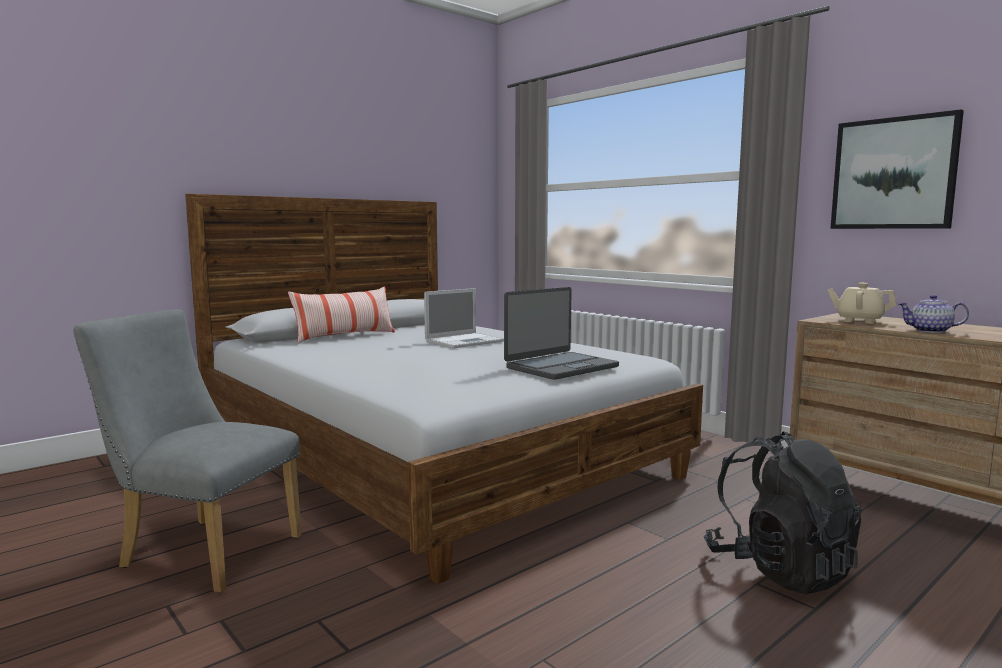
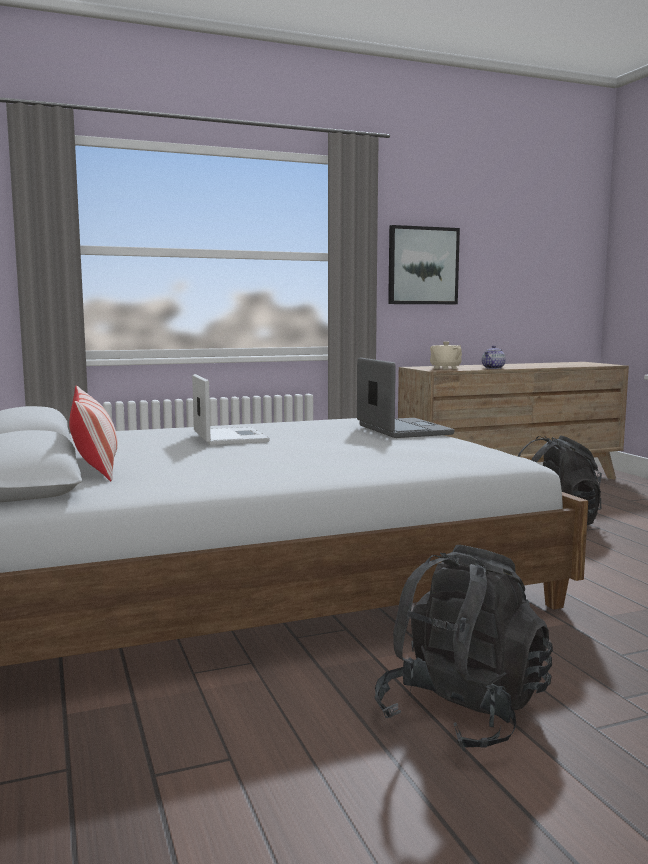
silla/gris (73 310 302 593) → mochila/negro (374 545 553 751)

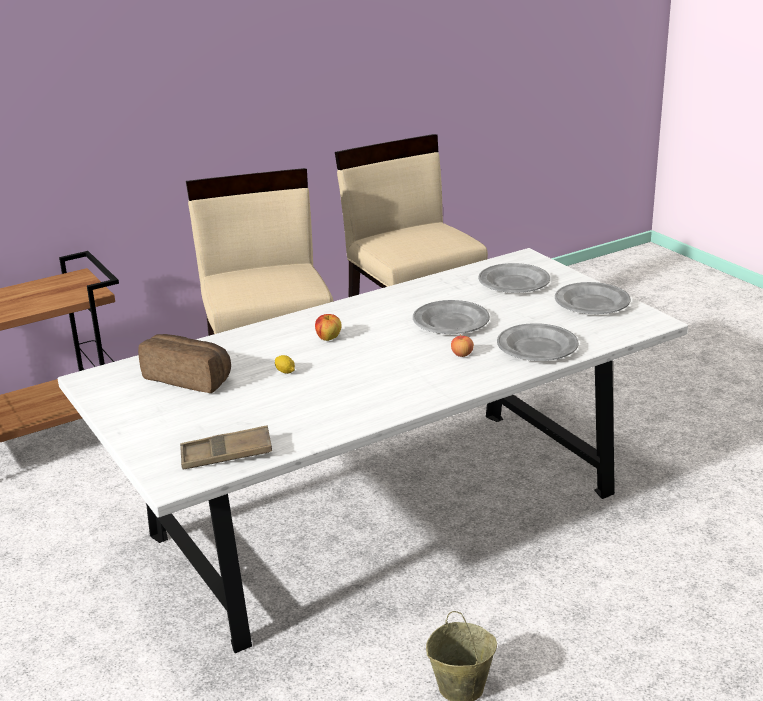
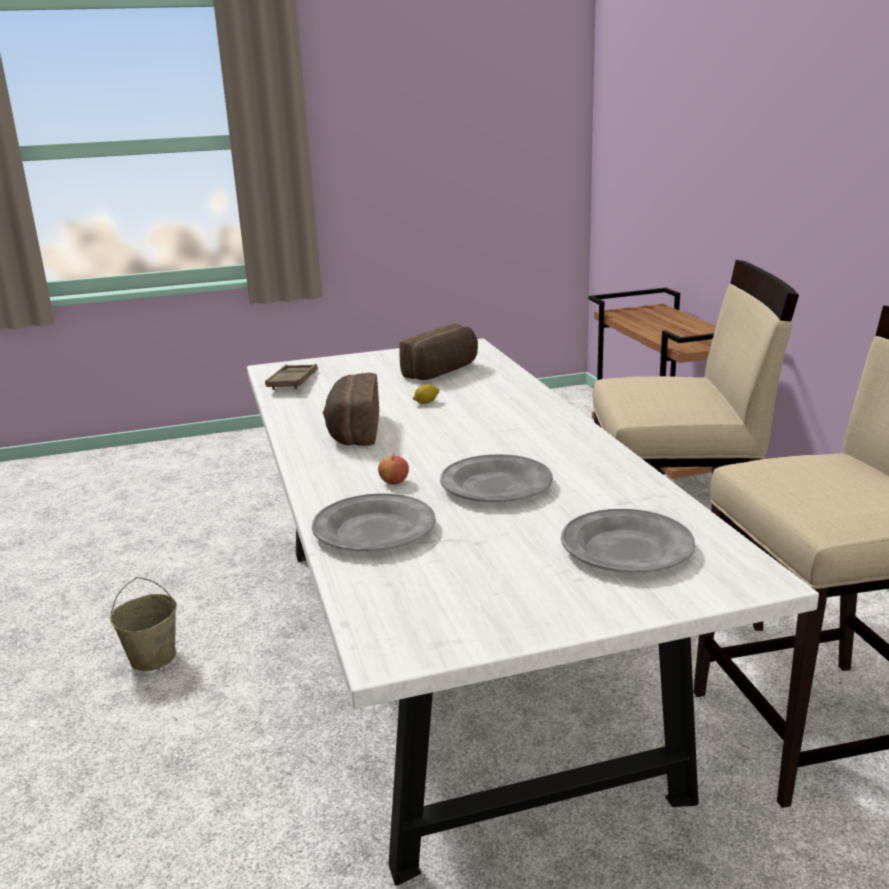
manzana (315 314 341 341) → -
plato/gris (555 282 631 314) → -
- → pan (323 373 379 446)

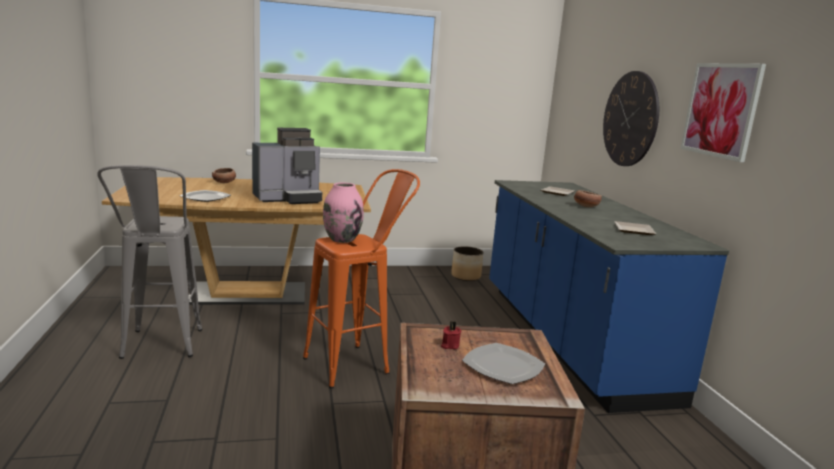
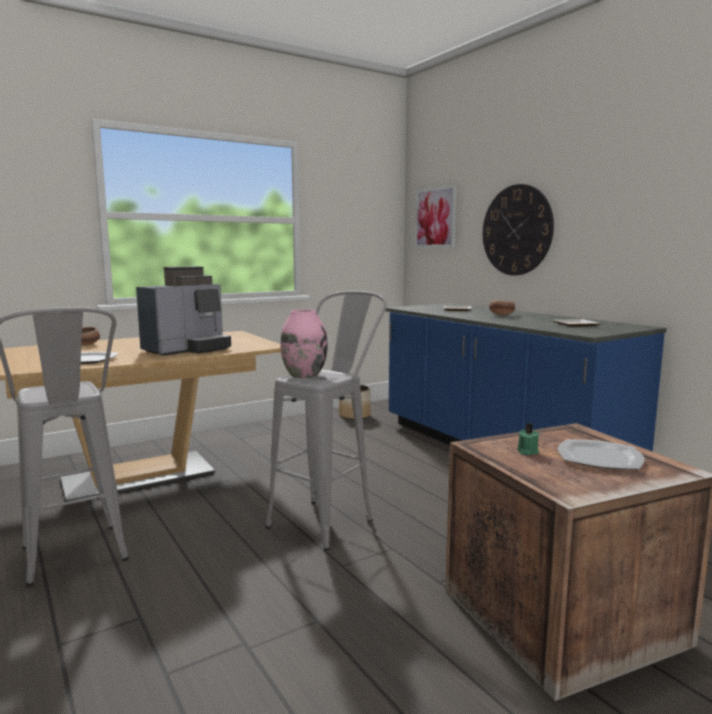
taburete/naranja (303 169 420 389) → taburete/gris (265 291 387 551)
vela/rojo (441 321 461 349) → vela/verde (517 423 540 455)
cuadro (680 63 766 162) → cuadro (415 185 457 247), move

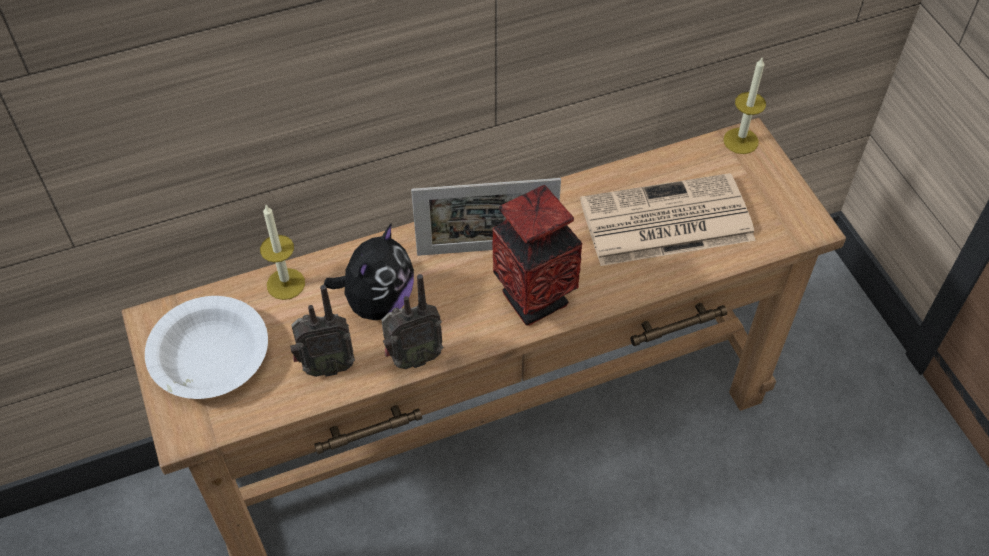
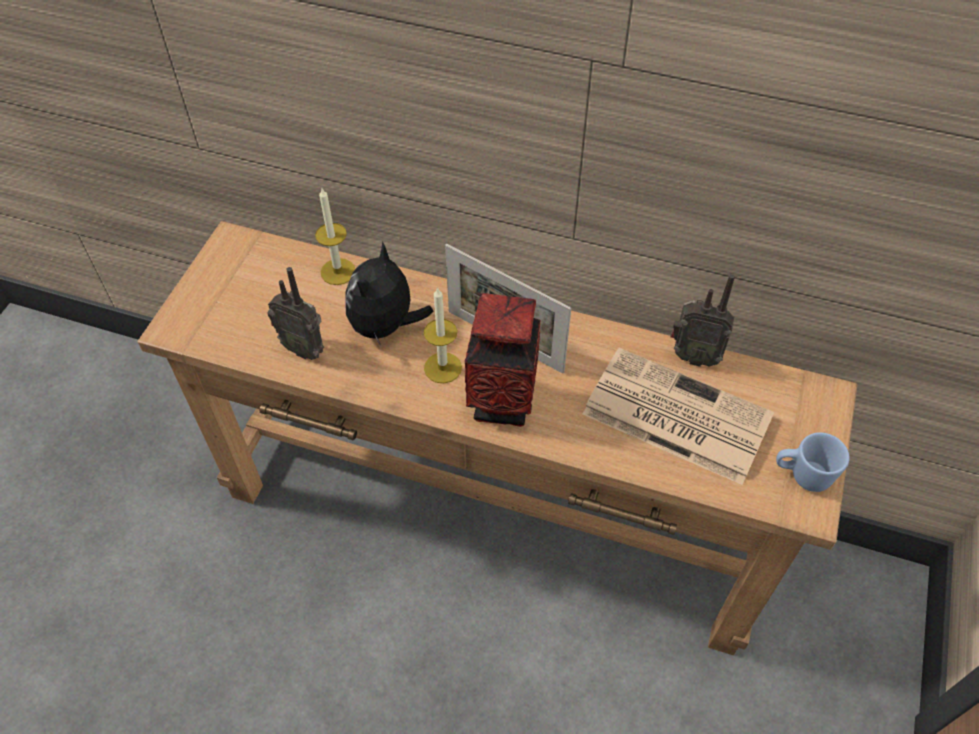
cuenco/blanco (145 296 268 399) → -
peluche (324 223 414 320) → peluche (345 241 434 346), 135 degrees clockwise
radio (381 274 443 369) → radio (671 274 735 367), move
vela (724 58 766 154) → vela (424 287 462 383), move
- → taza grande/azul (776 432 850 492)

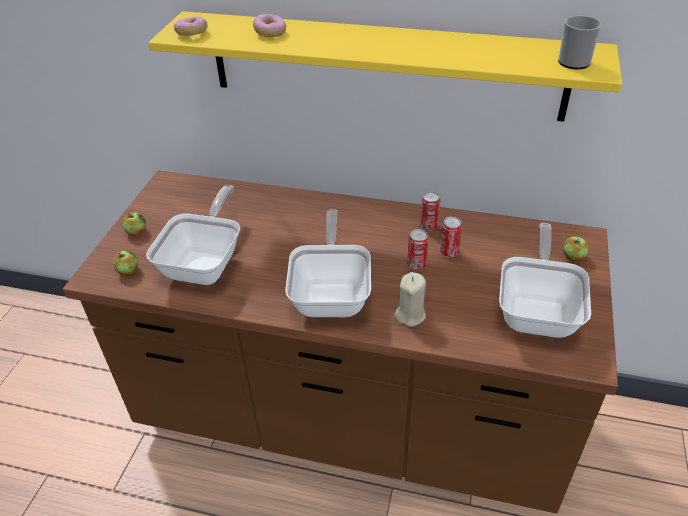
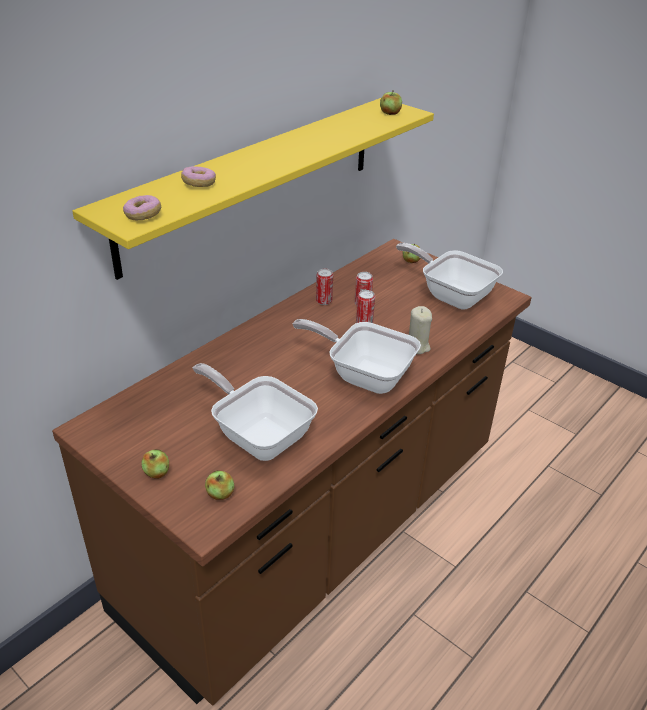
taza grande (558 16 602 69) → manzana (380 90 402 115)

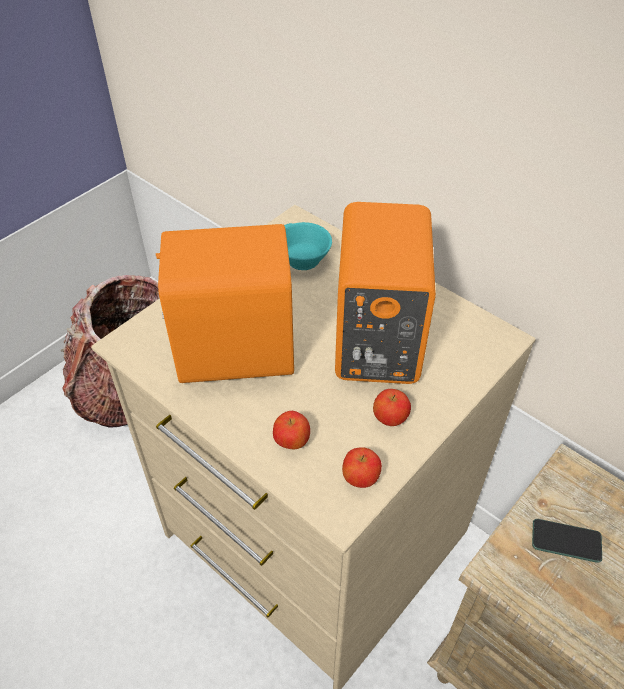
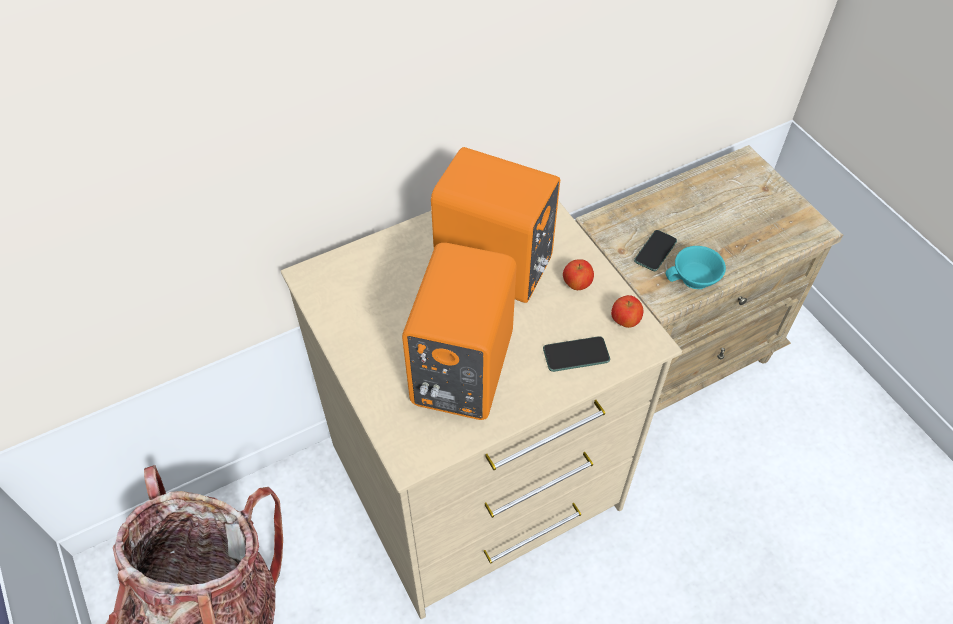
manzana (273 411 310 449) → móvil (543 336 610 372)
taza/turquesa (284 222 332 270) → taza/turquesa (666 246 726 289), move

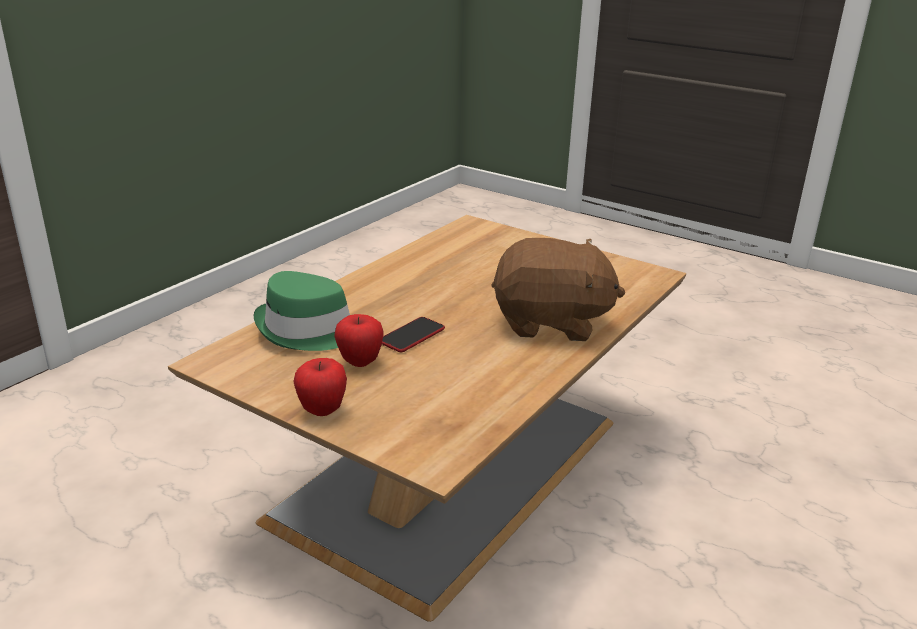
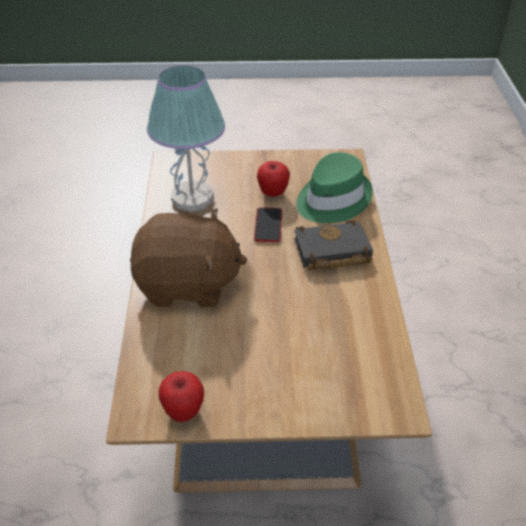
manzana (293 358 347 416) → manzana (158 371 204 422), move
peluche/marrón (491 238 625 341) → peluche/marrón (130 208 247 307), 150 degrees counterclockwise
- → lámpara de mesa (147 66 225 212)
- → libro/negro (294 220 373 270)

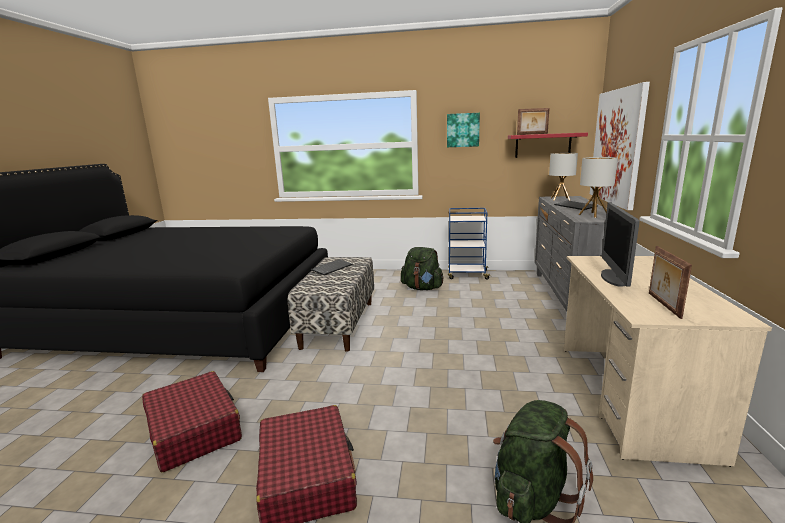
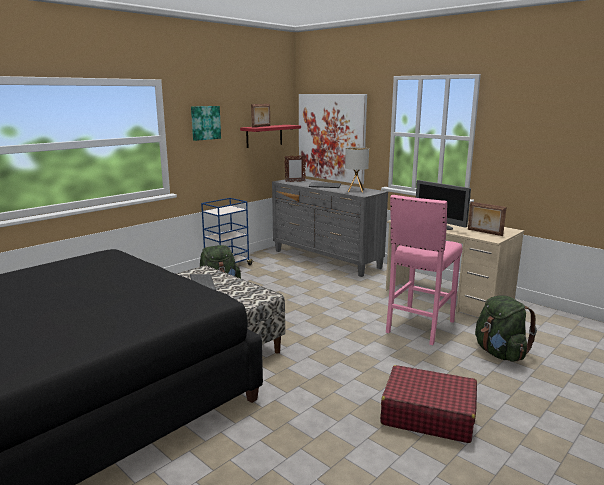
maleta/rojo (142 371 242 472) → -
lámpara de mesa (549 153 578 201) → portarretratos (285 155 306 182)
- → taburete/rosa (386 195 462 345)

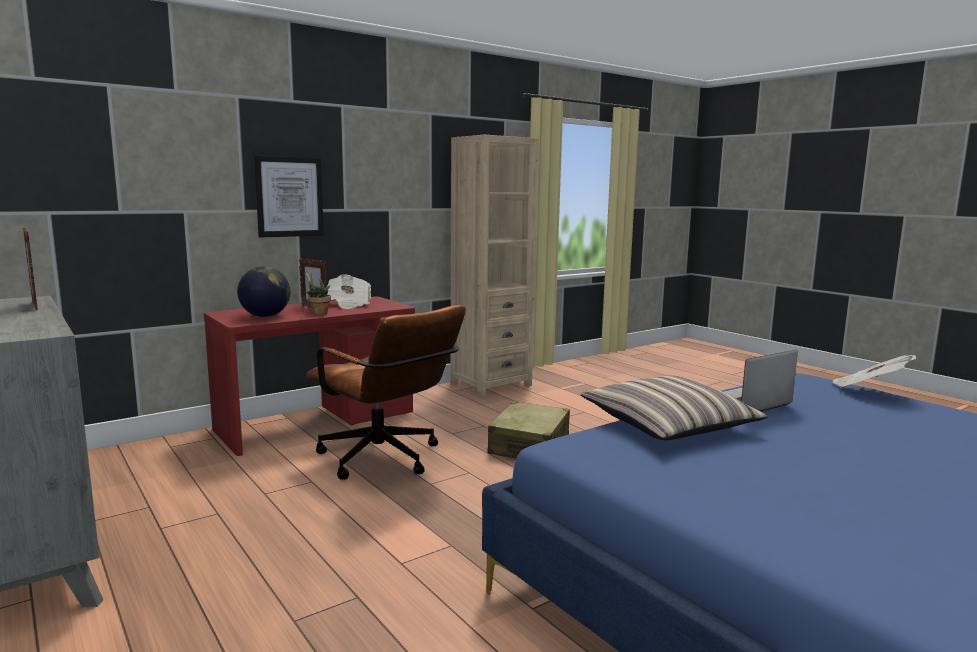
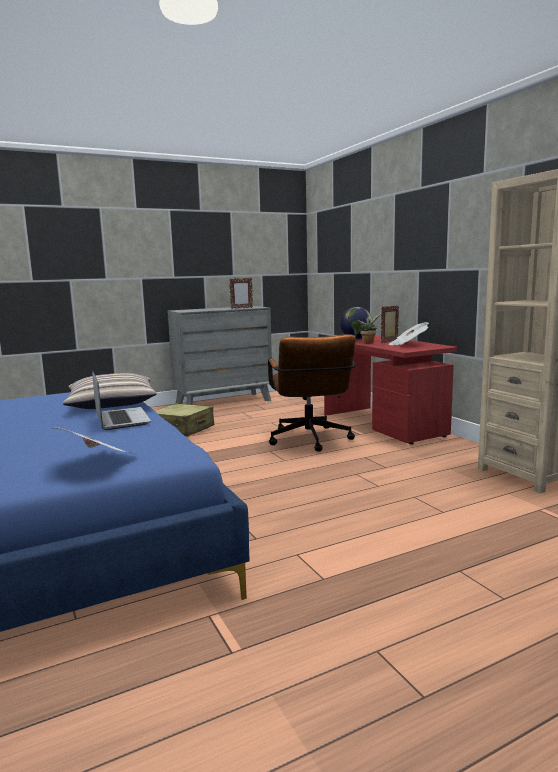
cuadro (254 156 324 238) → -
silla de oficina/marrón (306 305 466 480) → silla de oficina/marrón (268 334 356 452), 60 degrees counterclockwise
maleta/beis (488 401 570 458) → maleta/beis (155 403 214 436), move

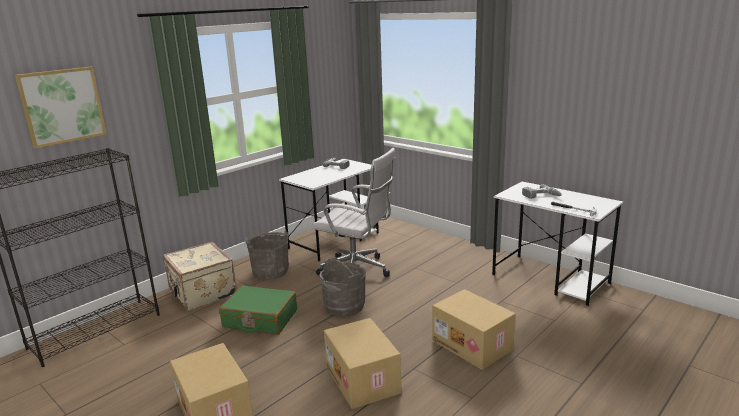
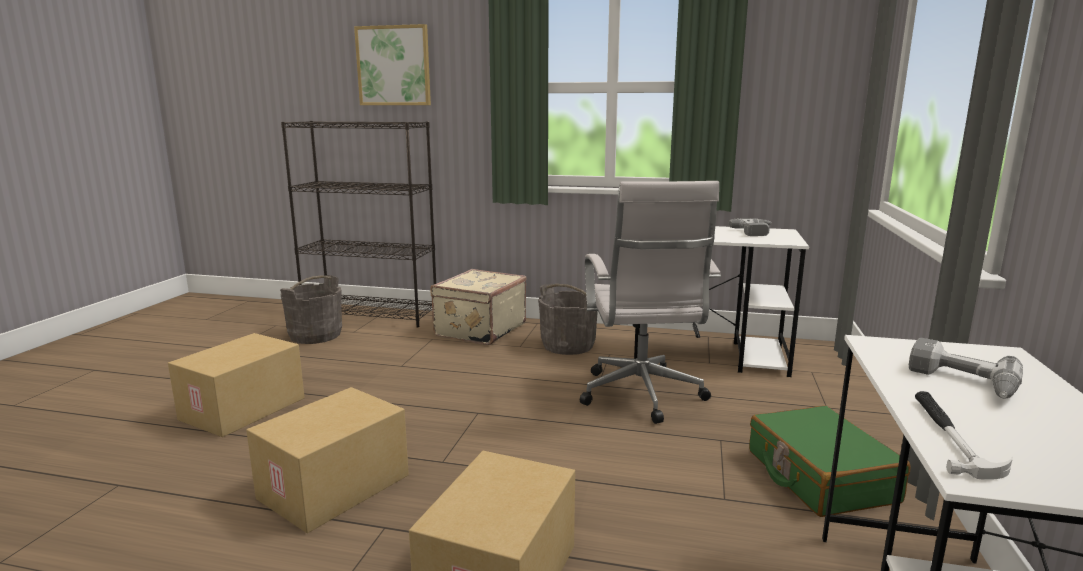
maleta/verde (219 285 297 335) → maleta/verde (749 406 911 517), move
cubo/gris (319 257 366 316) → cubo/gris (280 275 342 344), move

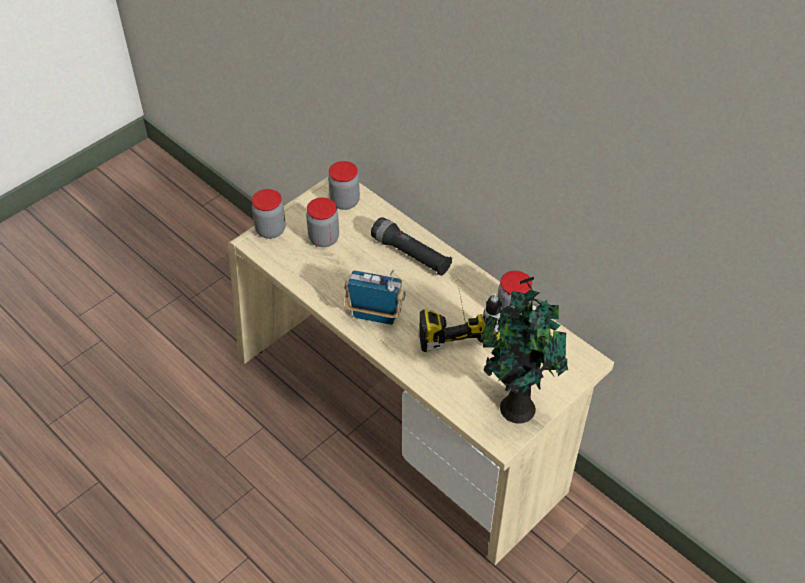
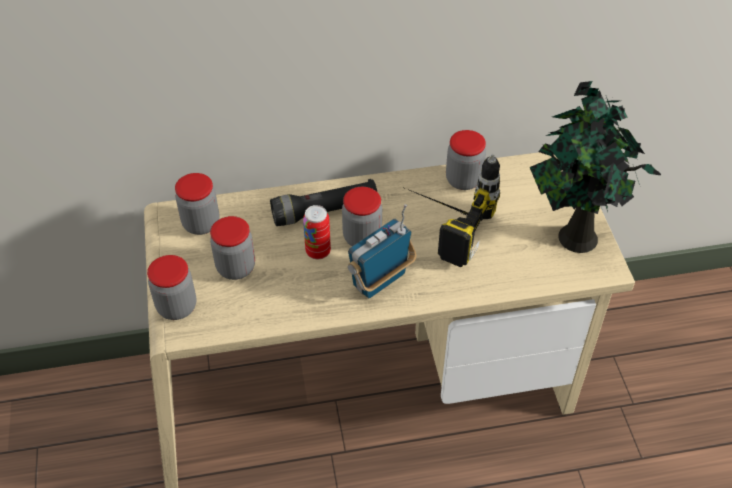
- → lata (303 205 331 259)
- → tarro (342 187 382 246)

